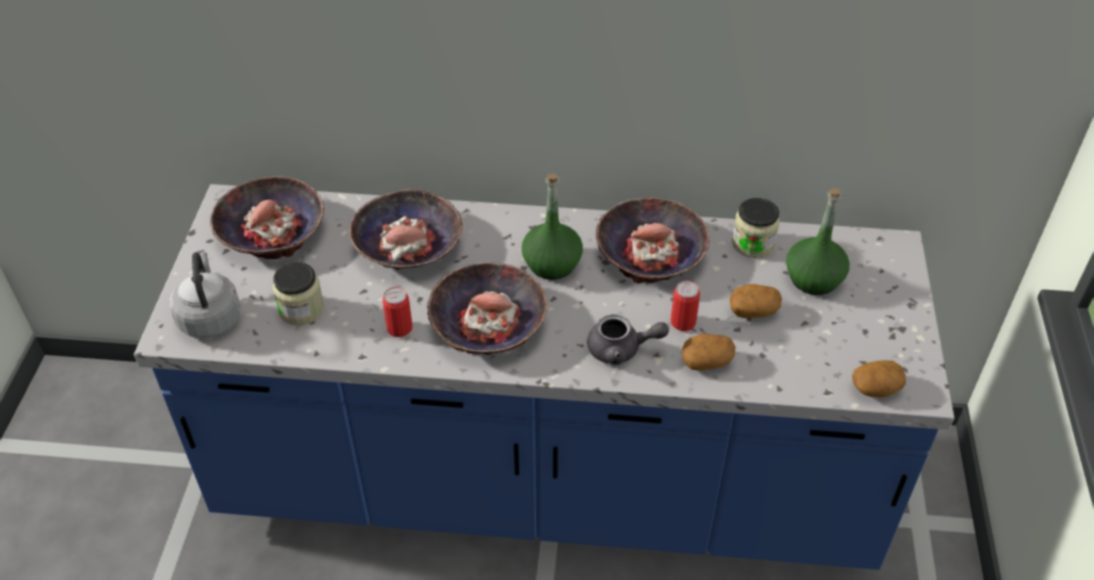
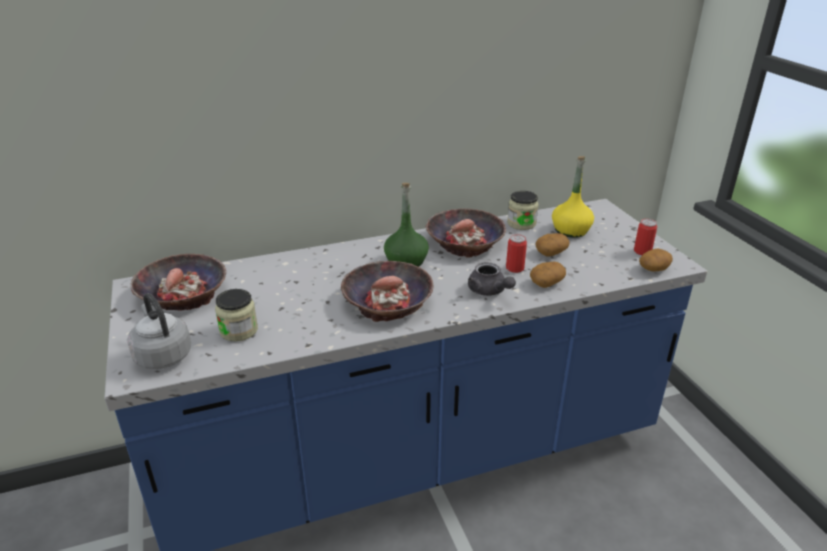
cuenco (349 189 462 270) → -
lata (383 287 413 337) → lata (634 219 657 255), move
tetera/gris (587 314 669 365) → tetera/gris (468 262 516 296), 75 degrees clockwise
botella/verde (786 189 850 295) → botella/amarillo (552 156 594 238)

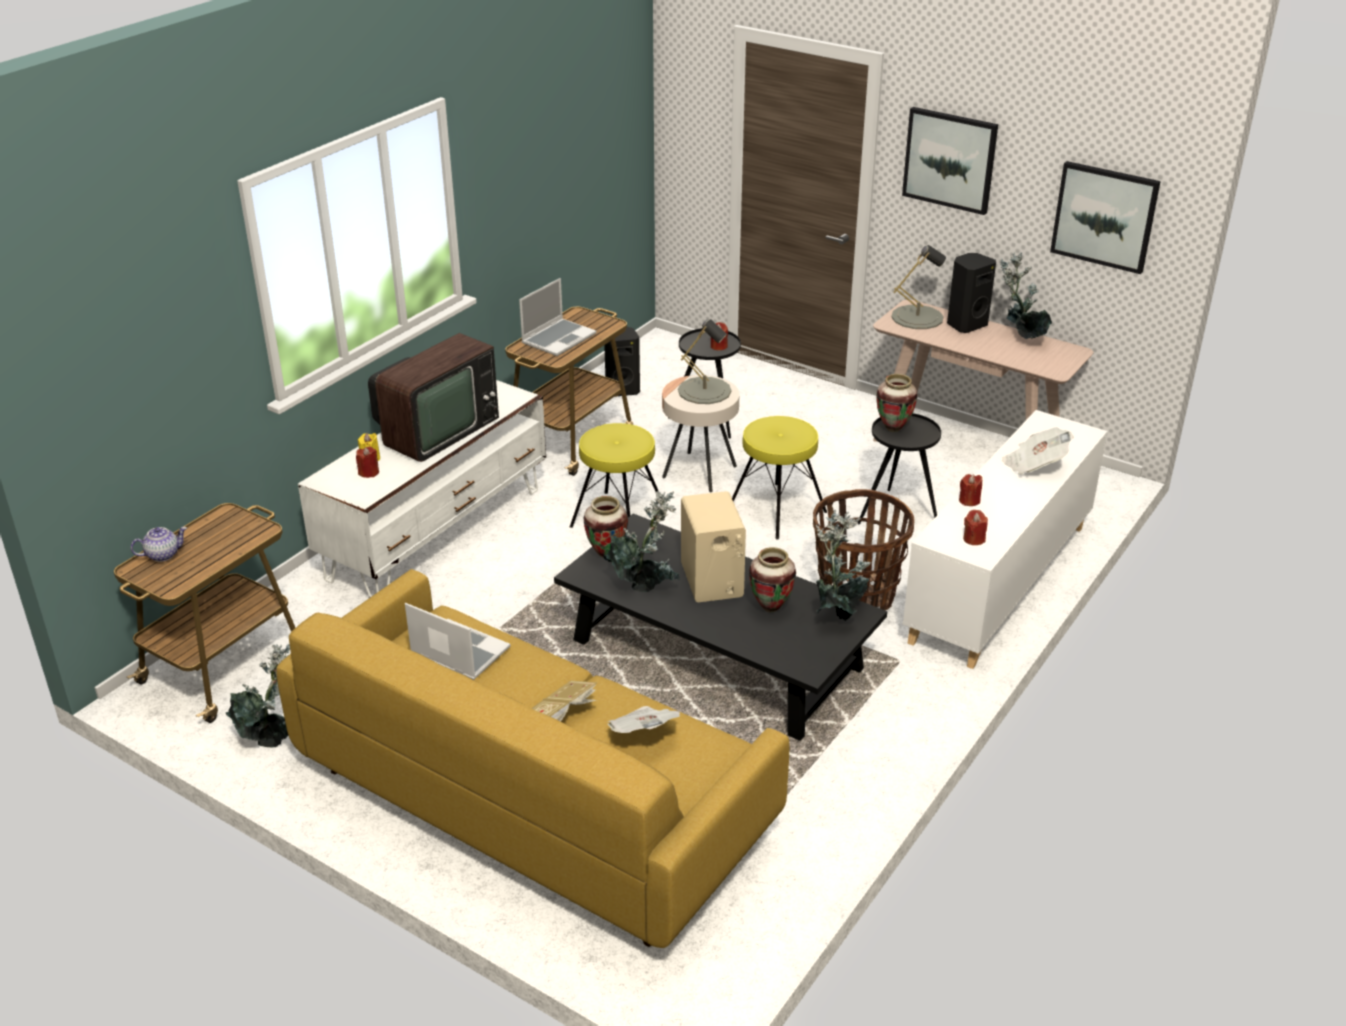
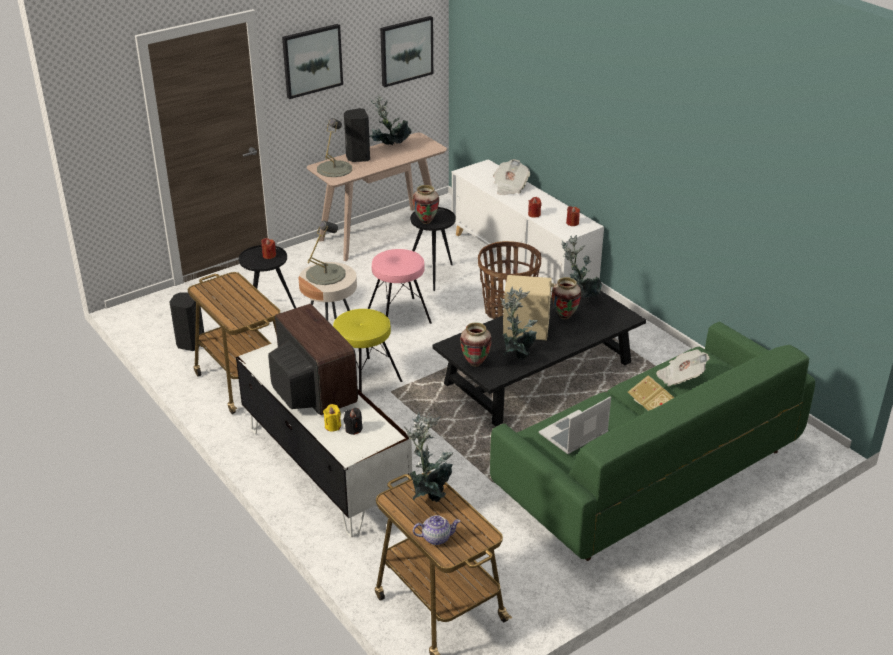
tetera (131 527 187 562) → tetera (413 515 460 545), 90 degrees clockwise
planta en maceta (225 644 290 748) → planta en maceta (404 412 453 502), move
sofá/amarillo (276 569 789 948) → sofá/verde (490 322 815 561)
vela/rojo (356 447 379 478) → vela/negro (344 408 363 435)
portátil (519 278 596 356) → -
taburete/amarillo (732 416 827 540) → taburete/rosa (368 249 432 324)

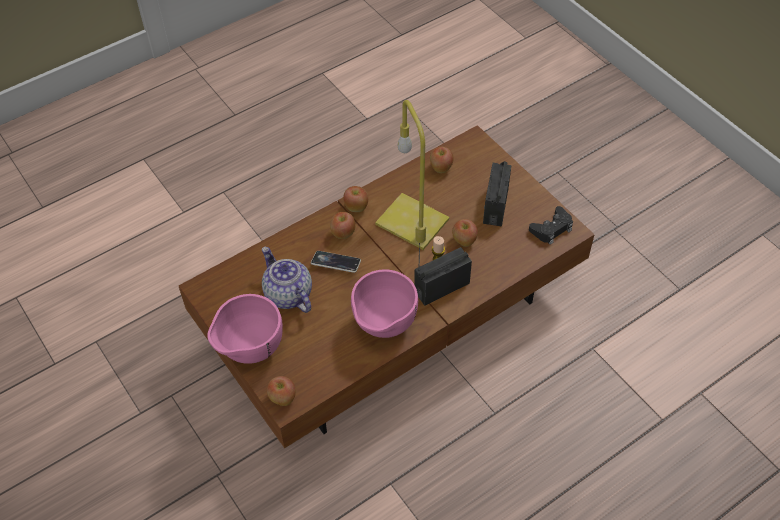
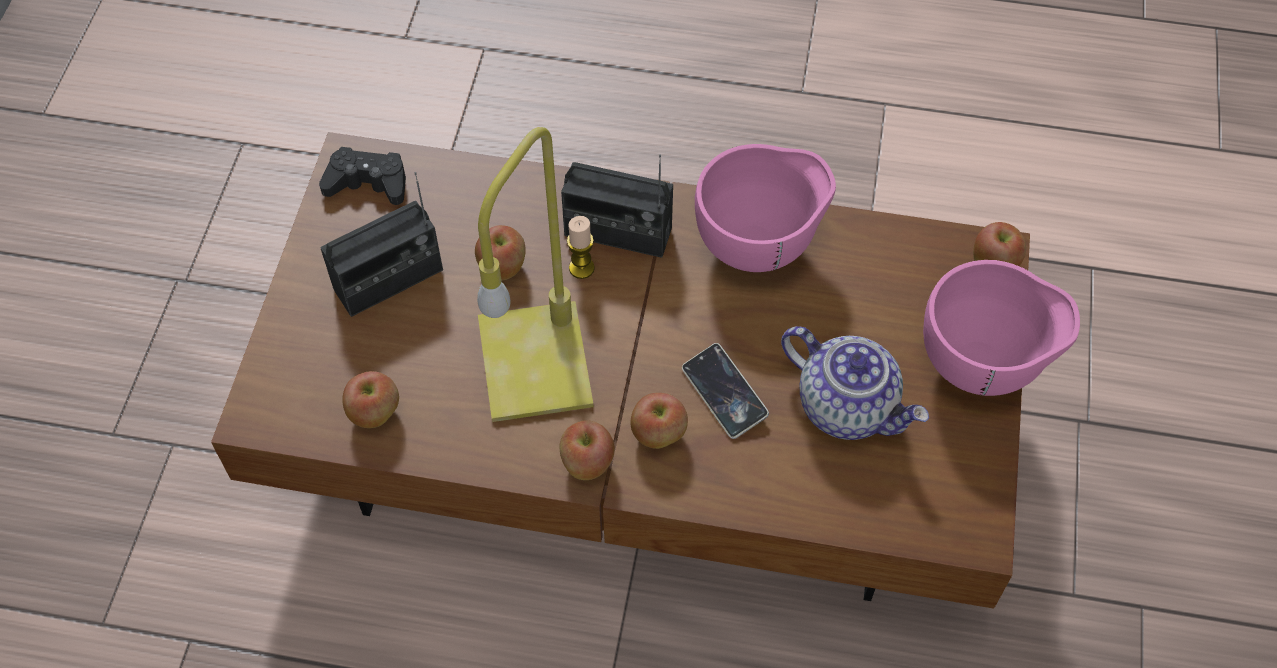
tetera (262 247 312 313) → tetera (781 326 929 440), 60 degrees counterclockwise

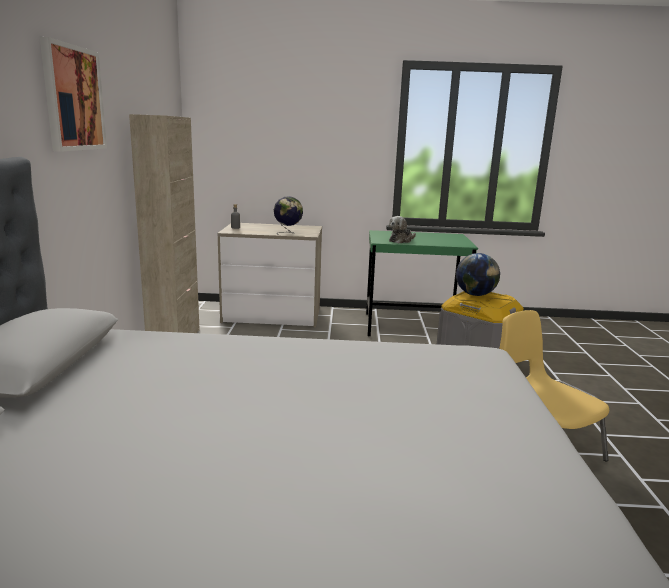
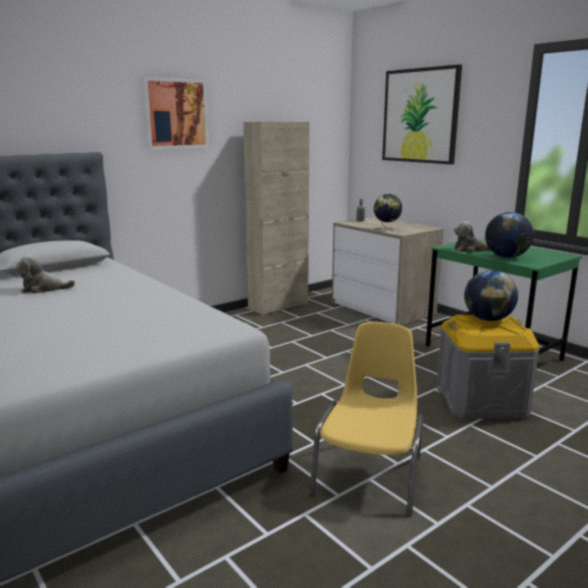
- → peluche (16 254 75 293)
- → cuadro (382 64 462 165)
- → globo terráqueo (485 212 534 258)

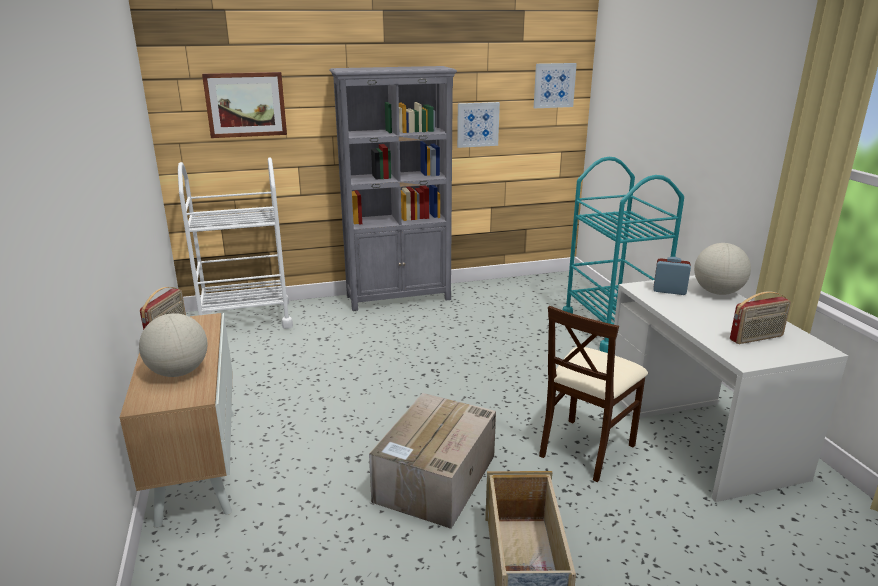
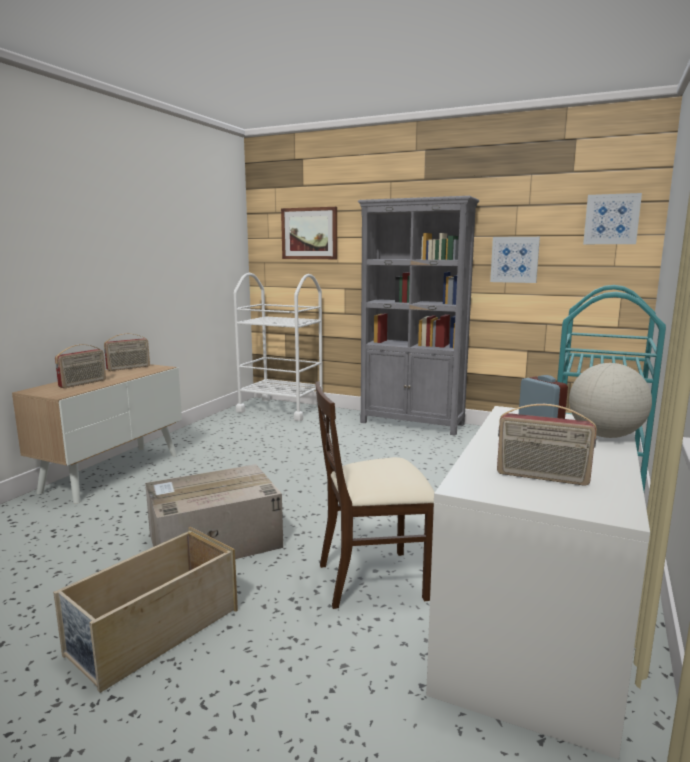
globo terráqueo (139 313 208 377) → radio (55 344 106 388)

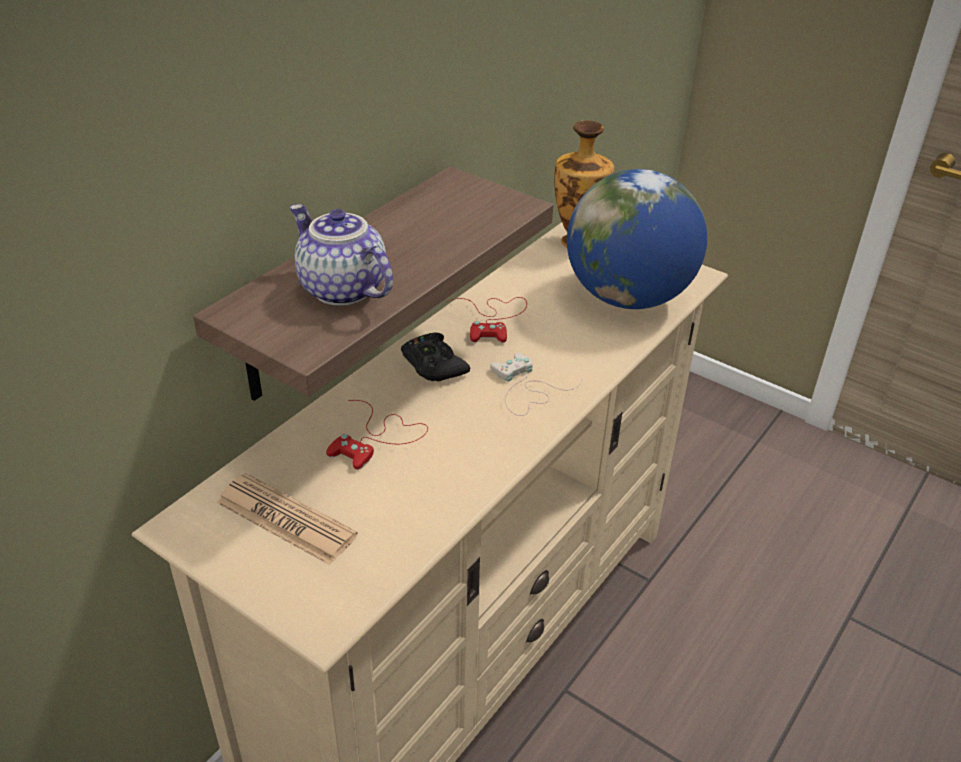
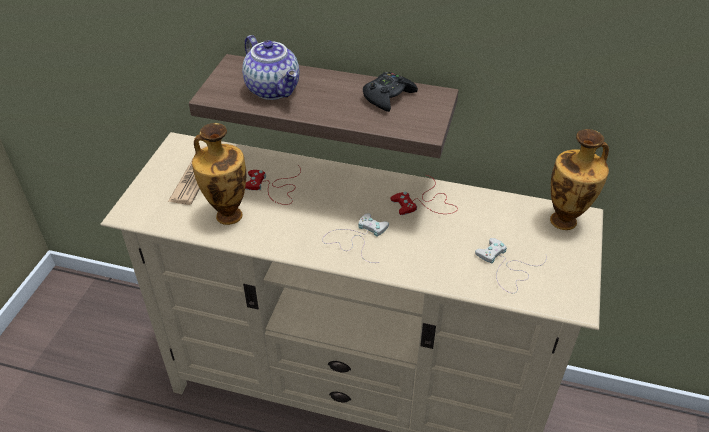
tetera (290 204 393 306) → tetera (242 35 299 100), 120 degrees clockwise
mando de consola/negro (401 332 470 382) → mando de consola/negro (363 72 418 112), move
globo terráqueo (567 169 707 309) → mando de consola/blanco (475 238 547 293)
- → florero (192 123 246 225)

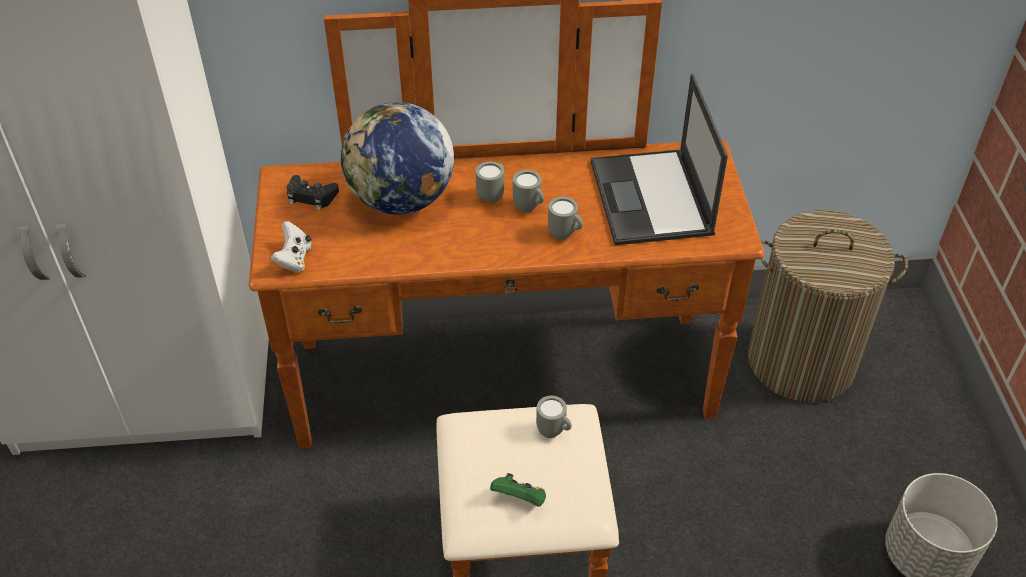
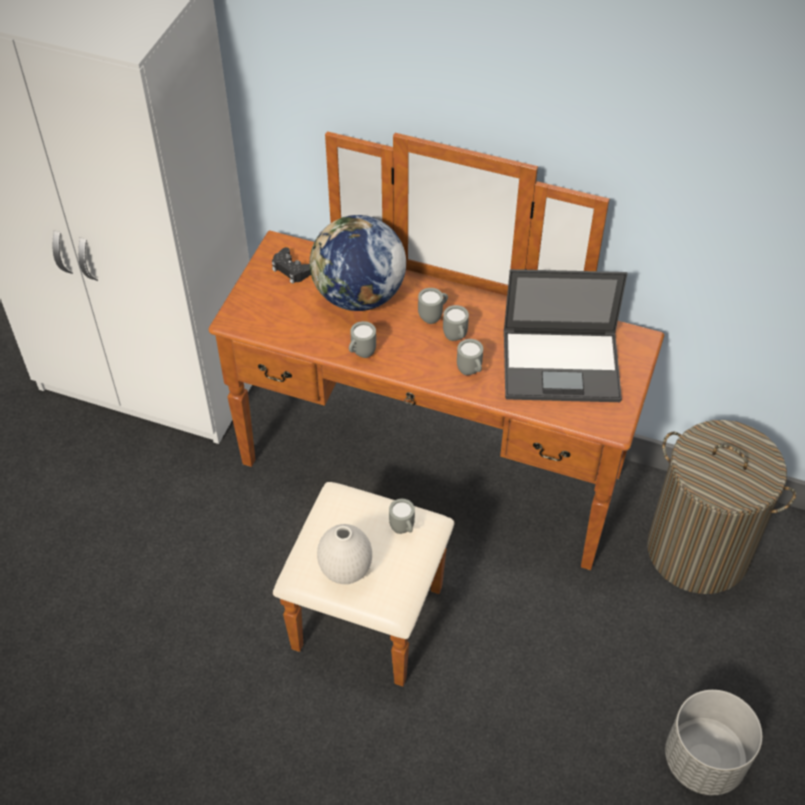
mando de consola/blanco (270 221 311 272) → -
mando de consola/verde (490 473 546 507) → florero/blanco (317 524 372 584)
portátil (591 74 728 245) → portátil (504 269 628 402), 105 degrees counterclockwise
- → taza grande/gris (349 321 376 358)

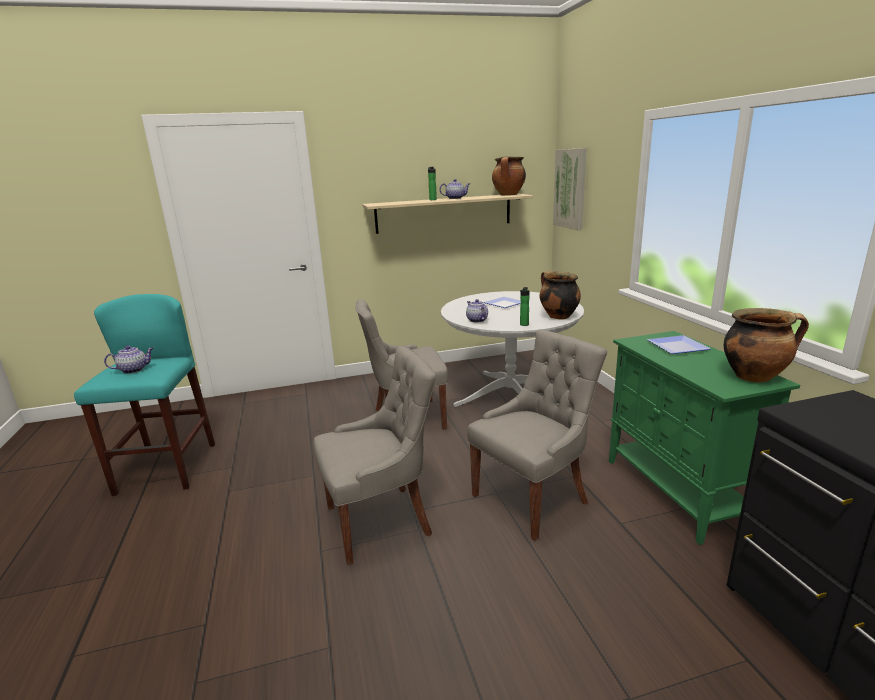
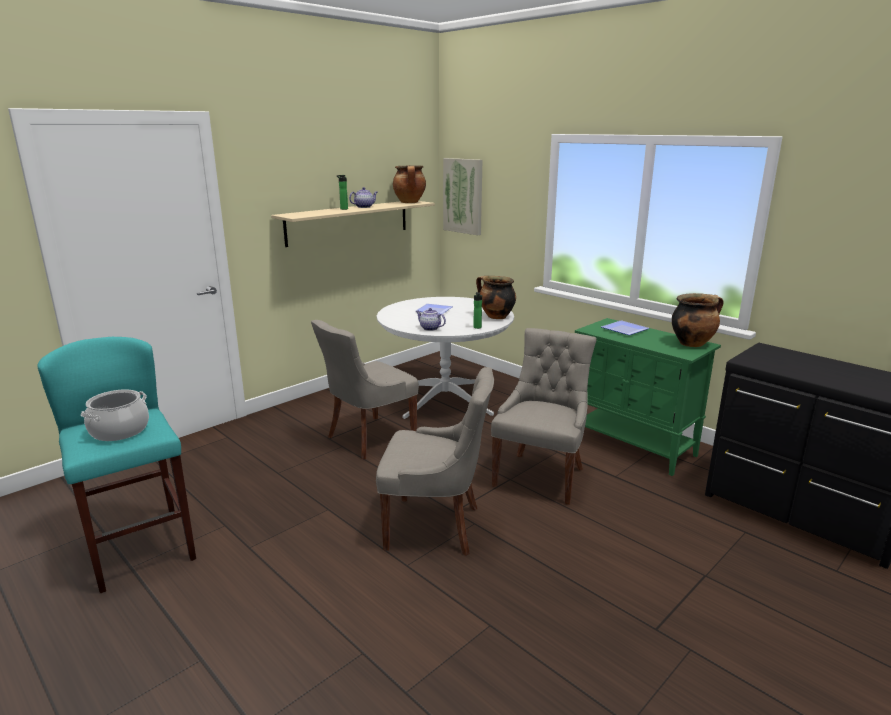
tetera (104 345 153 374) → olla (80 390 149 441)
silla/gris (313 346 436 565) → silla/gris (376 367 494 556), 60 degrees clockwise

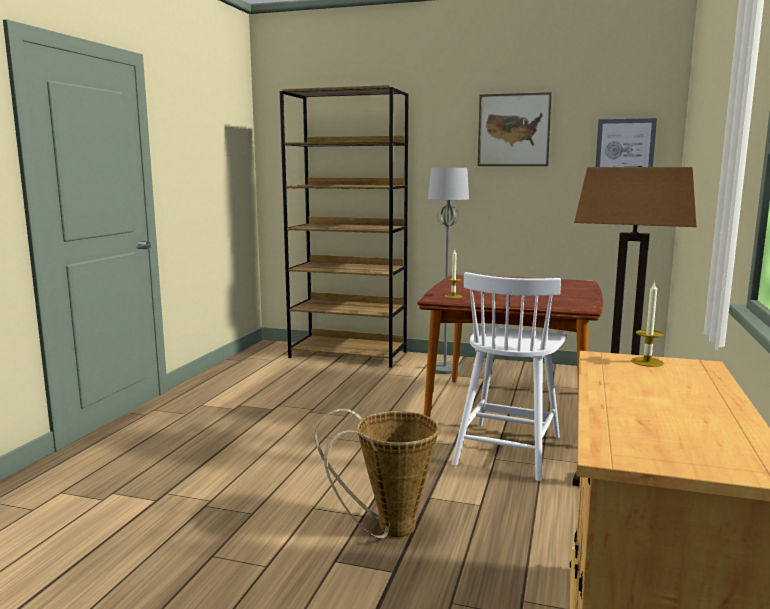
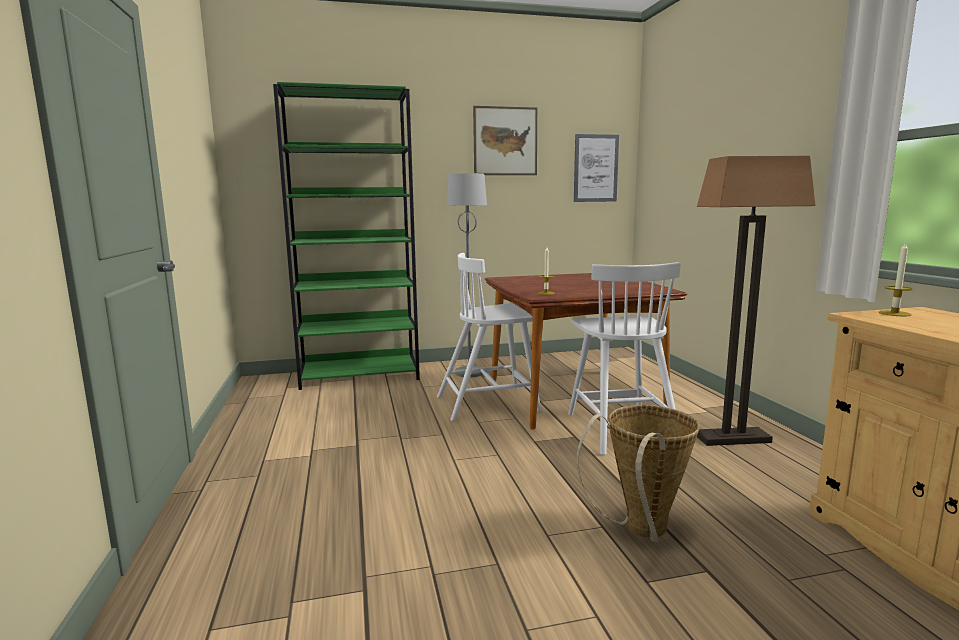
estantería/marrón (280 85 408 368) → estantería/verde (273 82 420 390)
- → silla/blanco (437 253 541 421)

